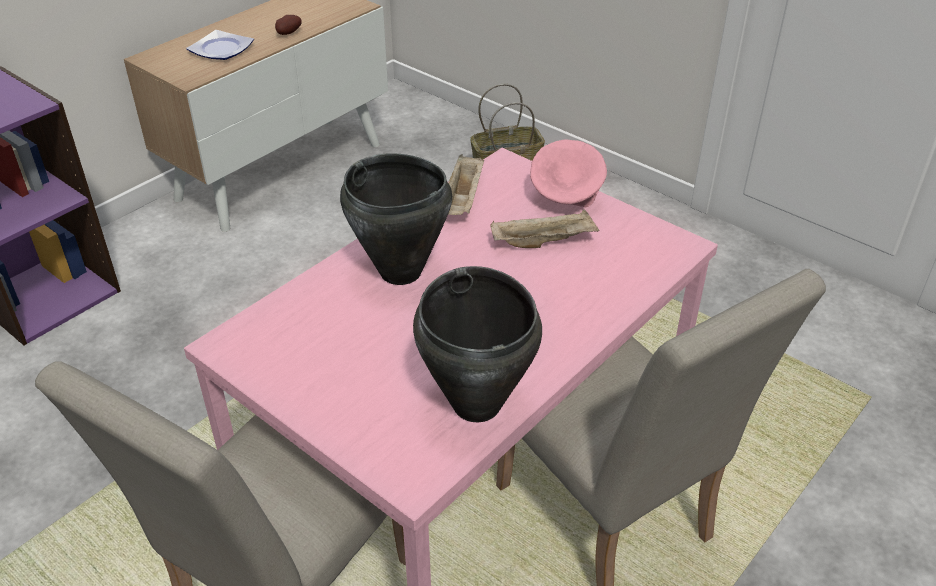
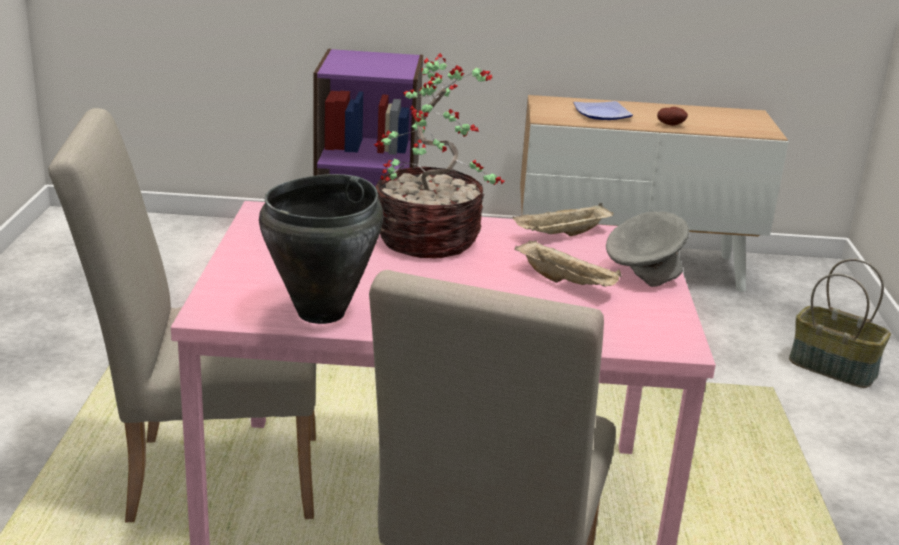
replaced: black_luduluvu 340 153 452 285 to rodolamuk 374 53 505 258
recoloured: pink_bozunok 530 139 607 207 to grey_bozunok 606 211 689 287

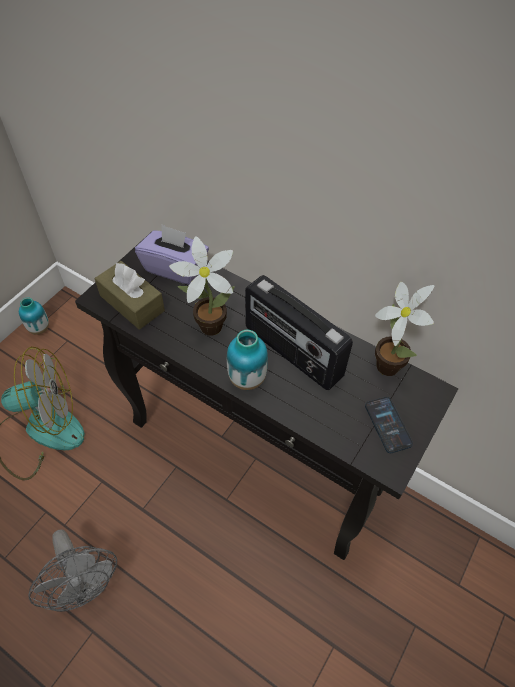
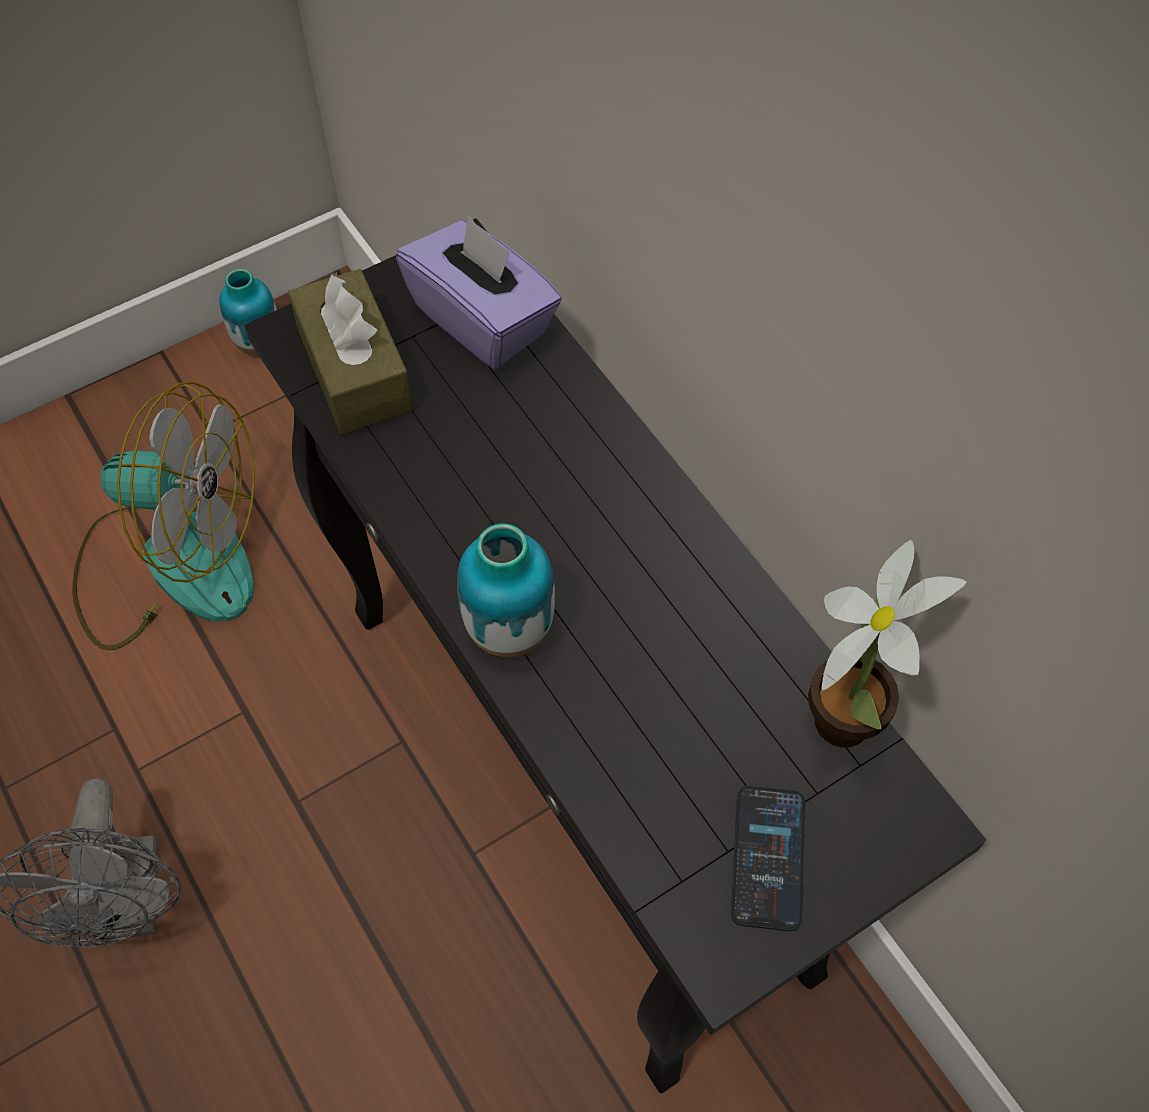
removed: rodolamuk 169 236 235 336; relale 245 275 353 390

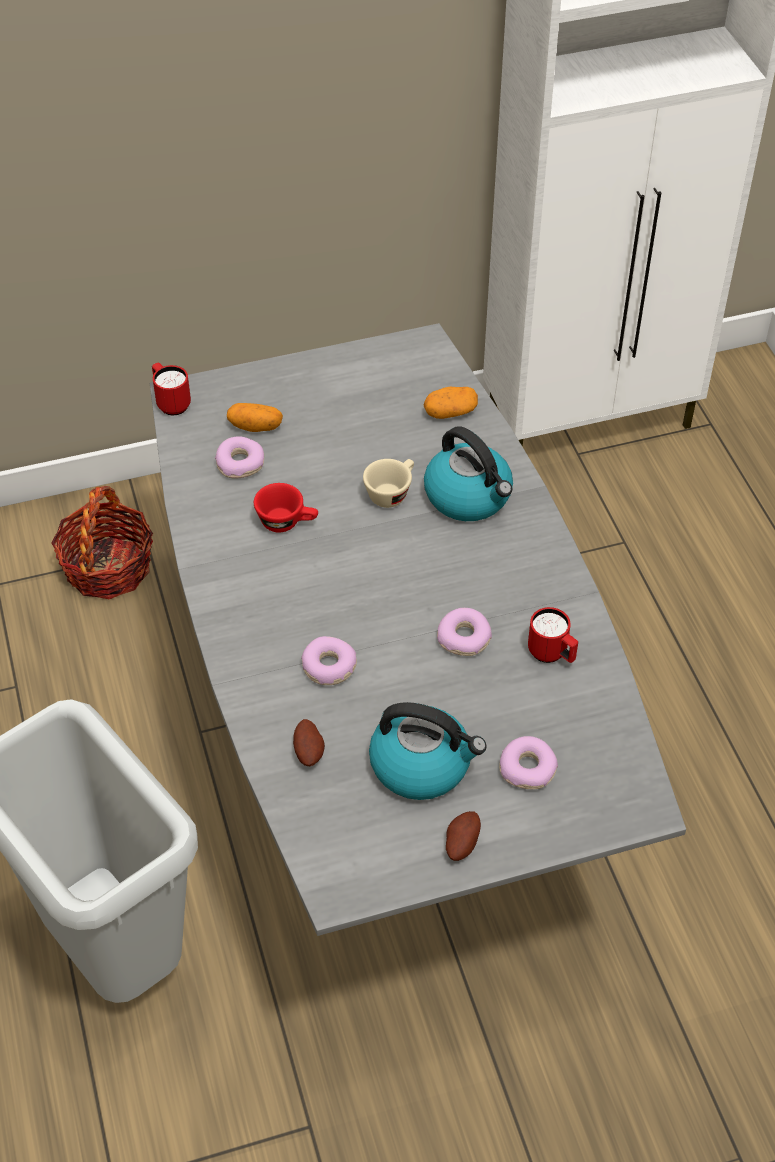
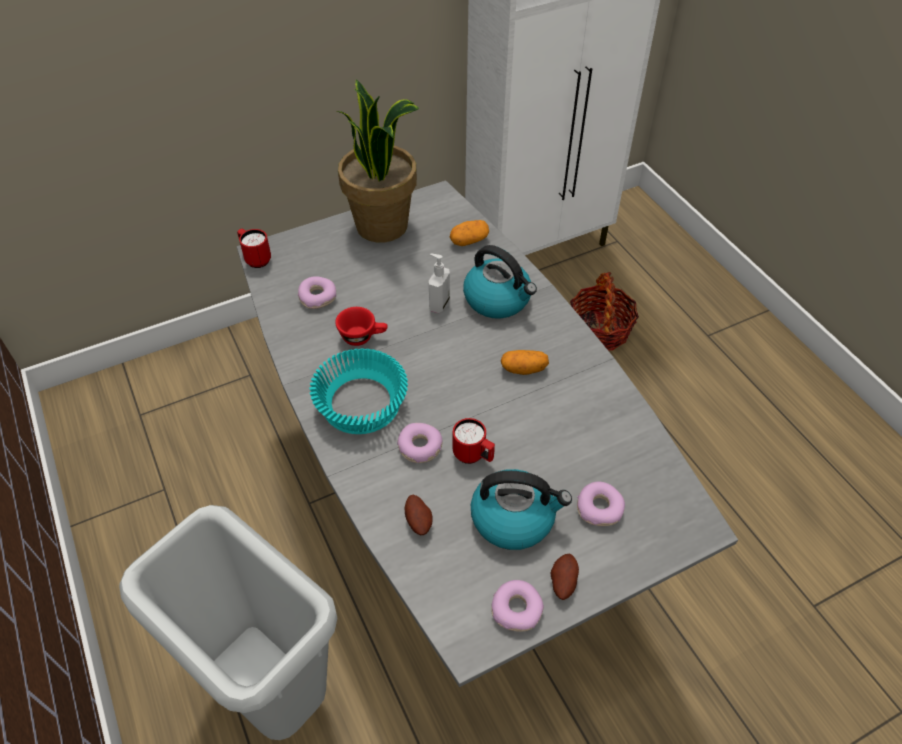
added: turquoise_bozunok 310 349 408 434; rodolamuk 336 79 419 242
moved: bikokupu 51 486 153 599 to 570 272 639 351; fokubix 227 403 283 432 to 501 350 549 375; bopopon 437 608 492 656 to 491 580 544 632; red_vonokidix 528 607 578 663 to 453 418 495 464
replaced: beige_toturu 363 459 414 508 to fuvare 429 253 450 313

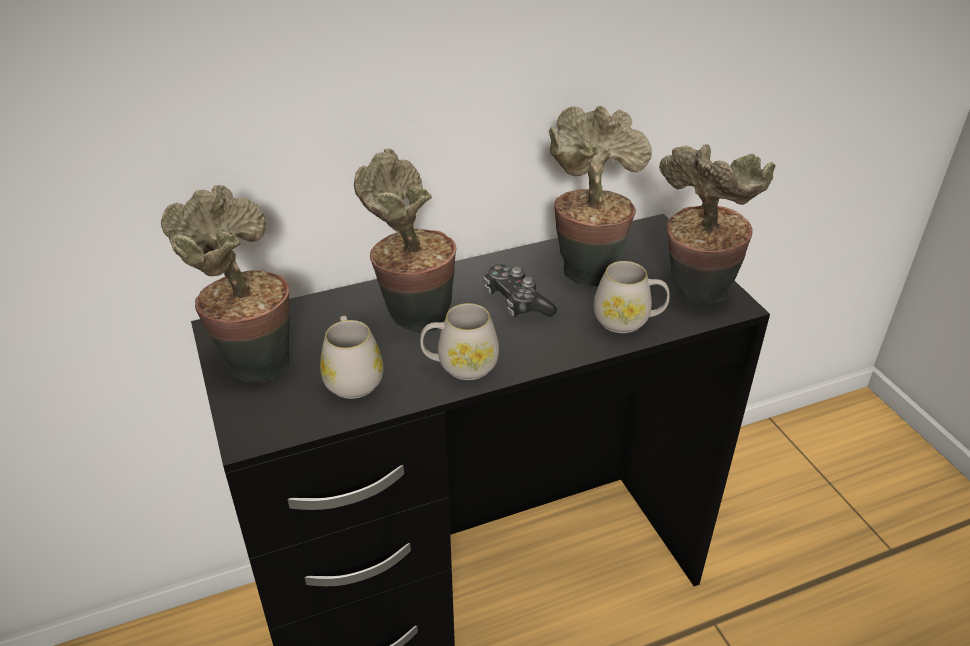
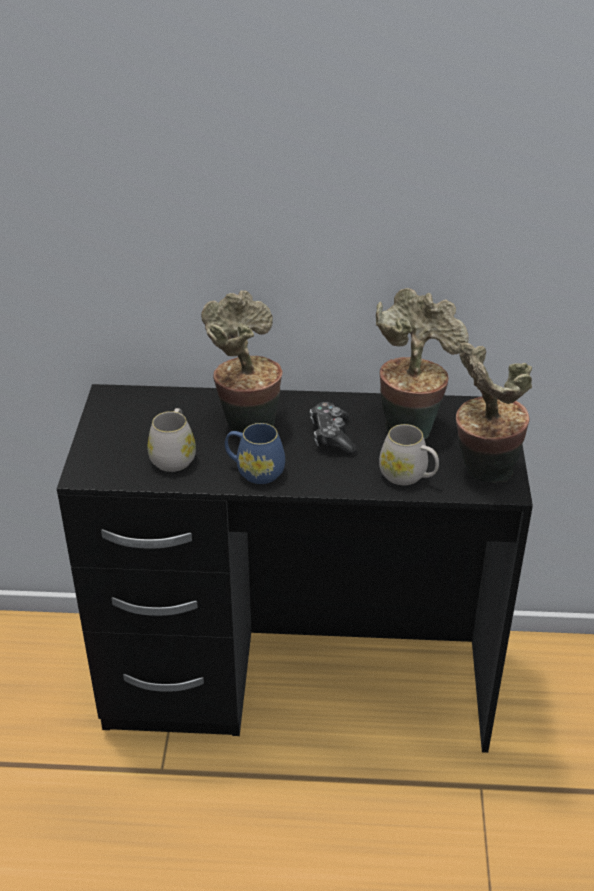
removed: rodolamuk 161 185 290 382
recoloured: white_vonokidix 420 303 499 380 to blue_vonokidix 225 423 285 484

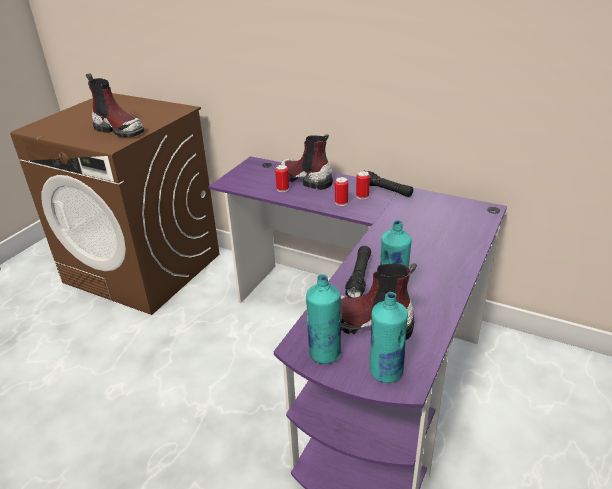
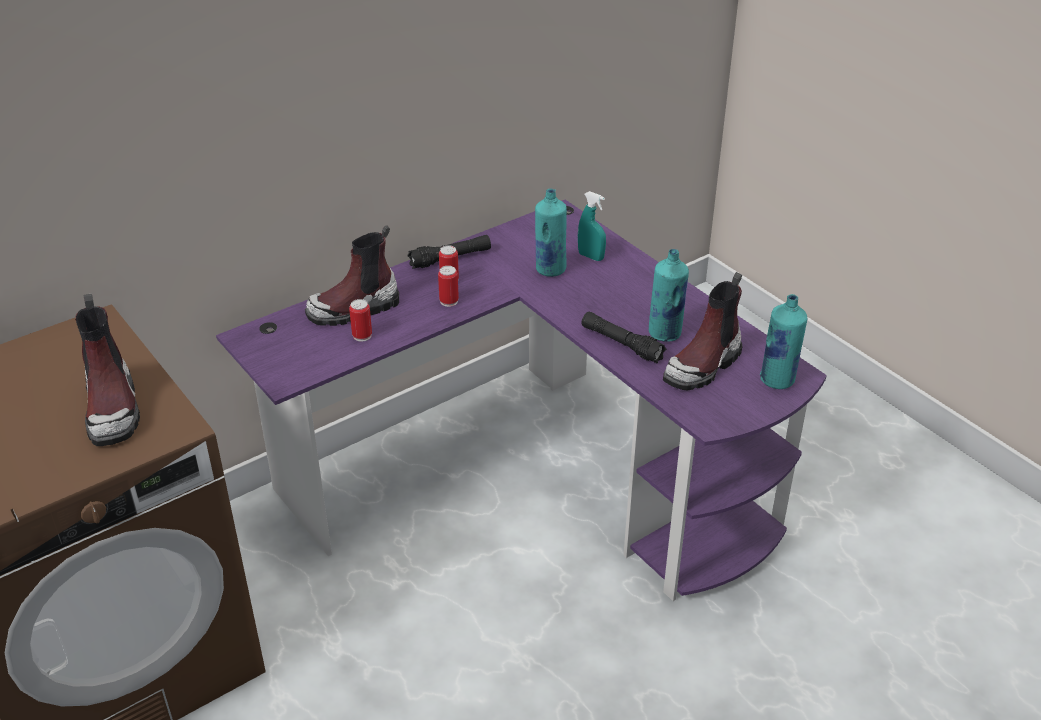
added: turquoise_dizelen 578 191 606 261
moved: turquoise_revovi 306 274 342 364 to 535 188 567 277
turned: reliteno 86 73 144 137 = 75 293 140 446 105 degrees clockwise

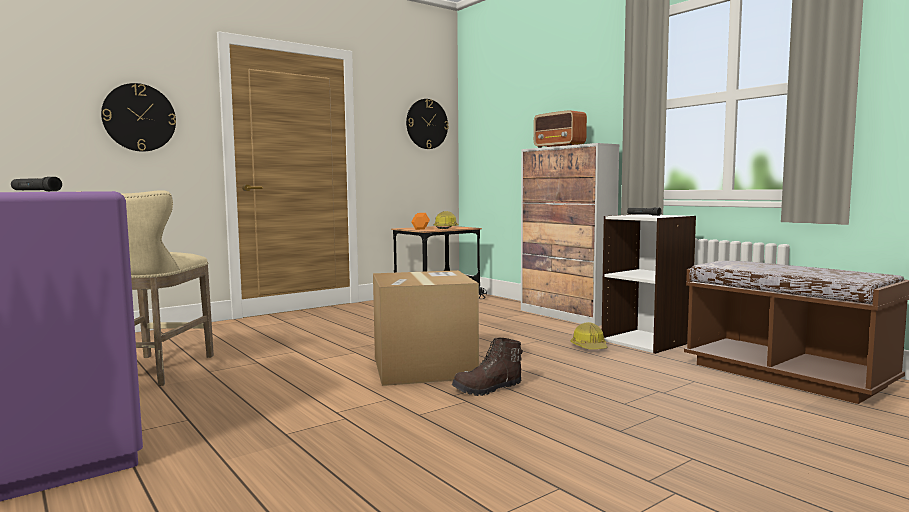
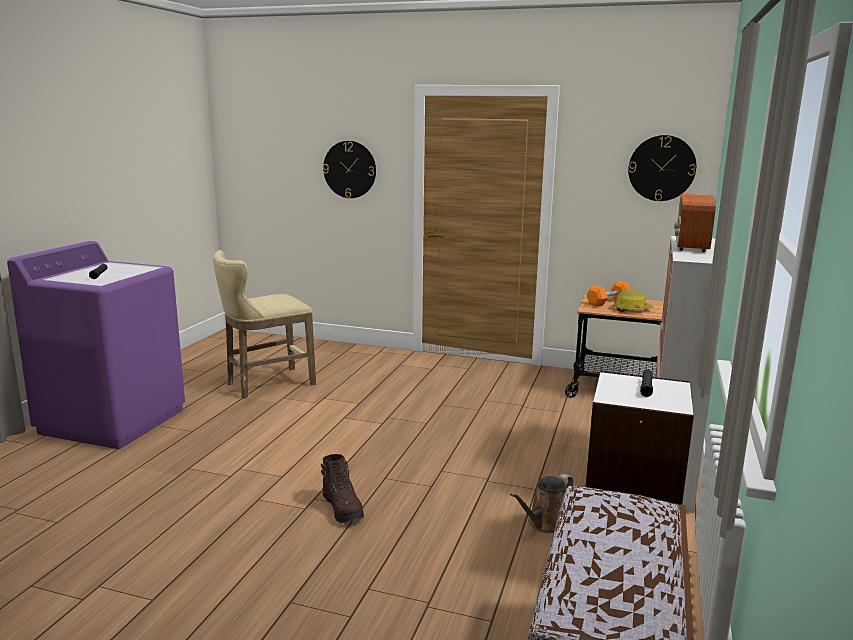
removed: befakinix 373 270 479 386
replaced: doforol 571 322 608 349 to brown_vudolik 510 474 573 533
turned: brown_reliteno 452 338 523 396 = 321 454 364 523 150 degrees counterclockwise

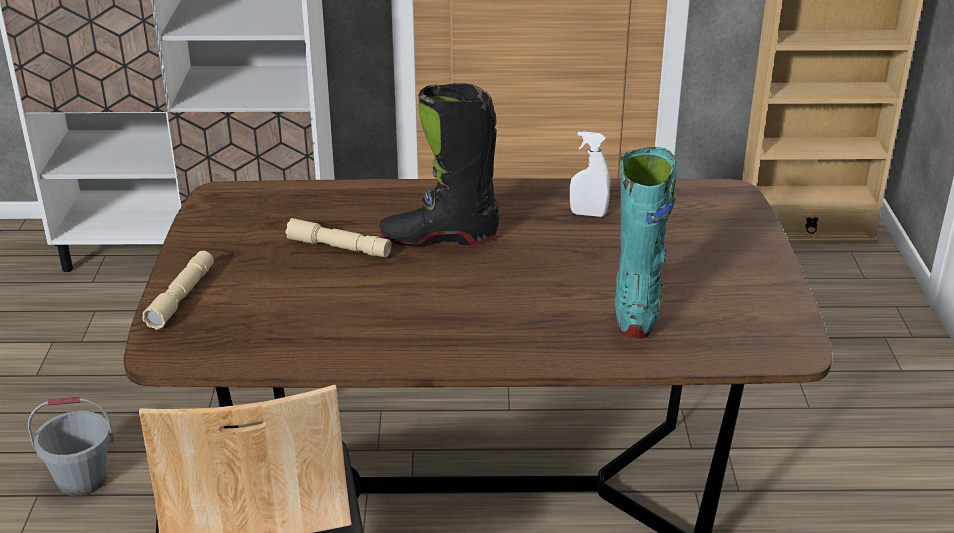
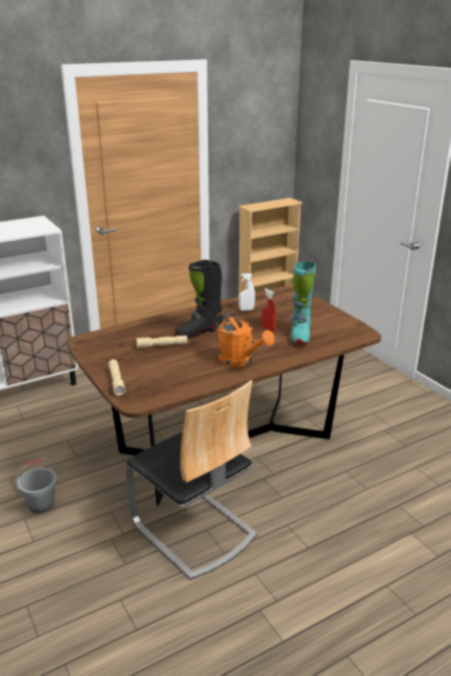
added: orange_vudolik 216 312 275 367; red_dizelen 262 288 276 331
turned: turquoise_reliteno 615 147 677 338 = 290 262 316 344 150 degrees counterclockwise

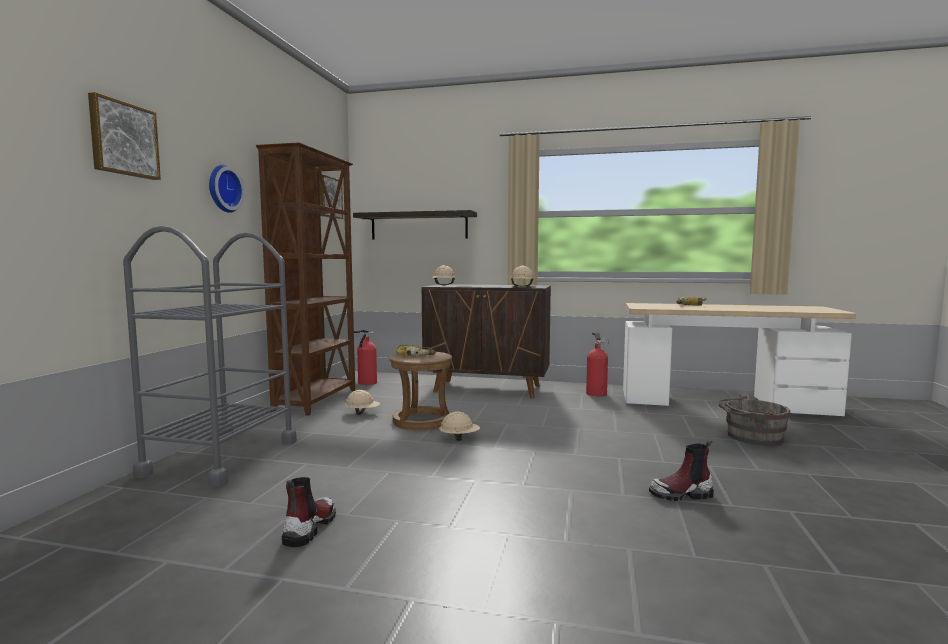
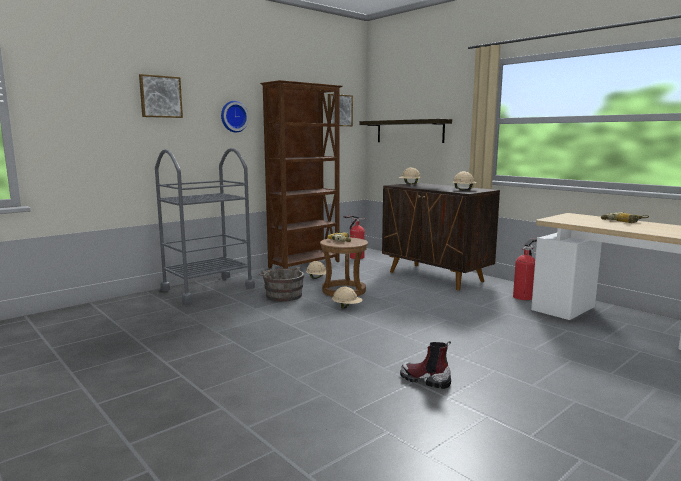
removed: reliteno 282 477 336 547
moved: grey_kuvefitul 719 395 790 446 to 259 267 304 302

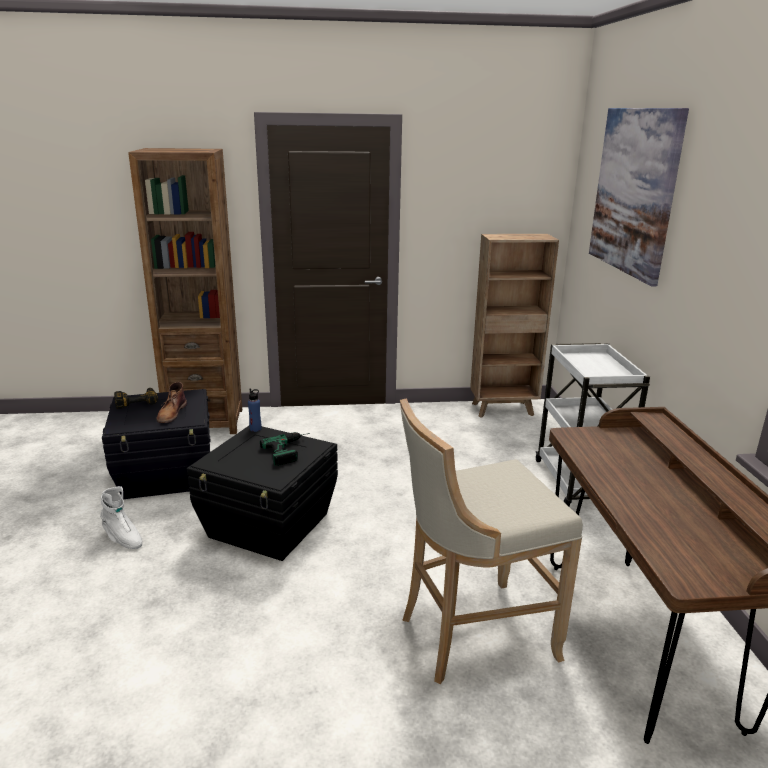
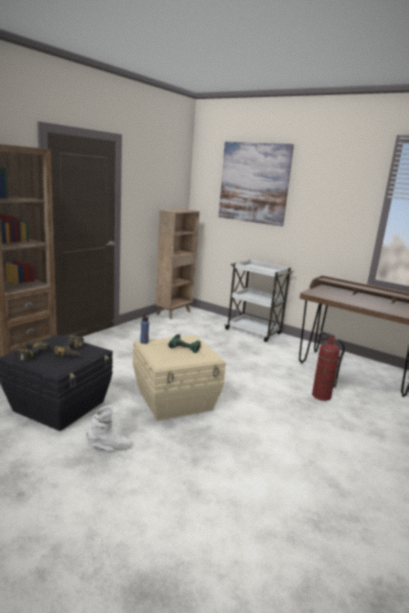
replaced: brown_reliteno 156 382 187 423 to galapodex 53 335 84 357; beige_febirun 400 398 583 684 to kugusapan 312 331 345 401
recoloured: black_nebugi 187 426 338 561 to beige_nebugi 133 335 226 421

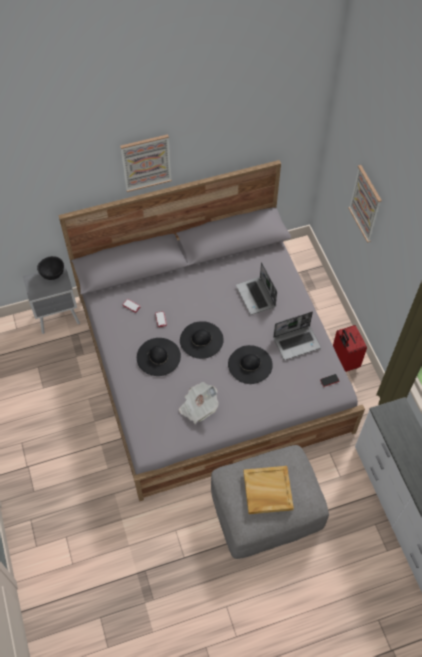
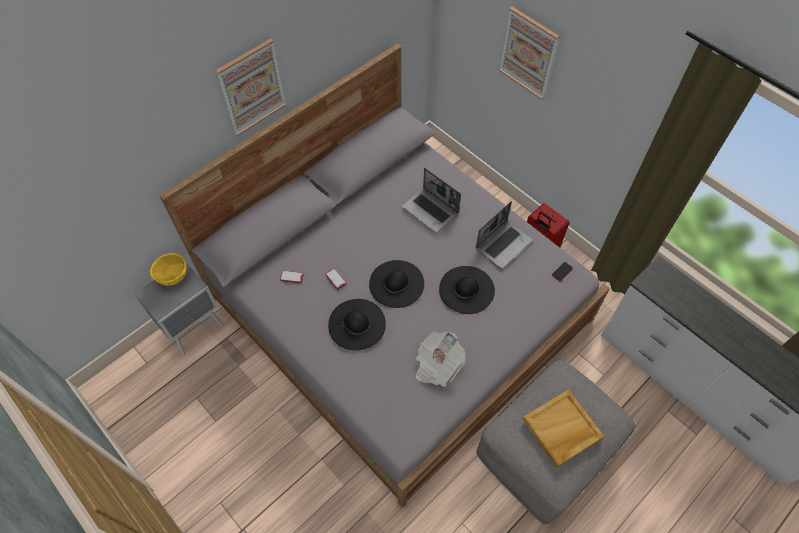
recoloured: black_bozunok 37 256 64 280 to yellow_bozunok 150 253 187 286

